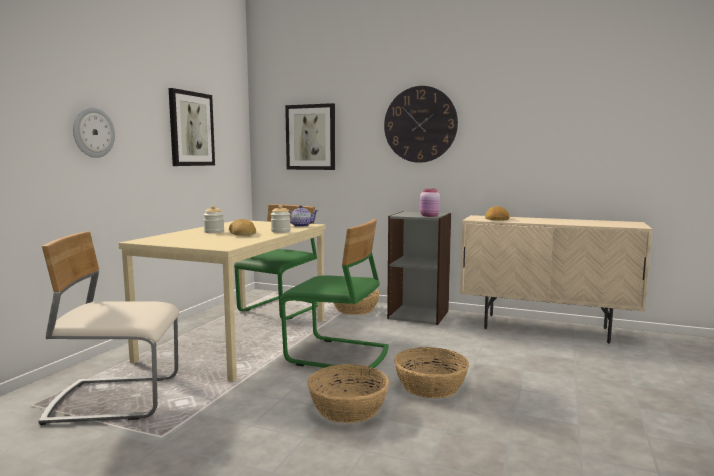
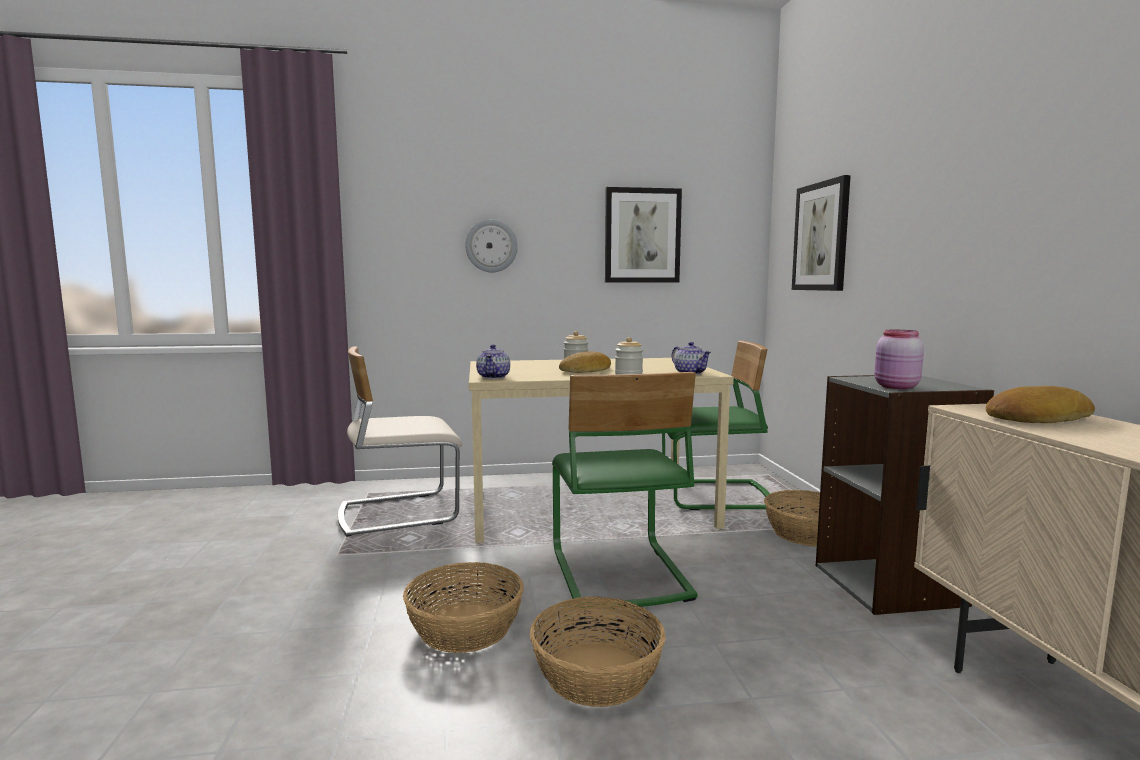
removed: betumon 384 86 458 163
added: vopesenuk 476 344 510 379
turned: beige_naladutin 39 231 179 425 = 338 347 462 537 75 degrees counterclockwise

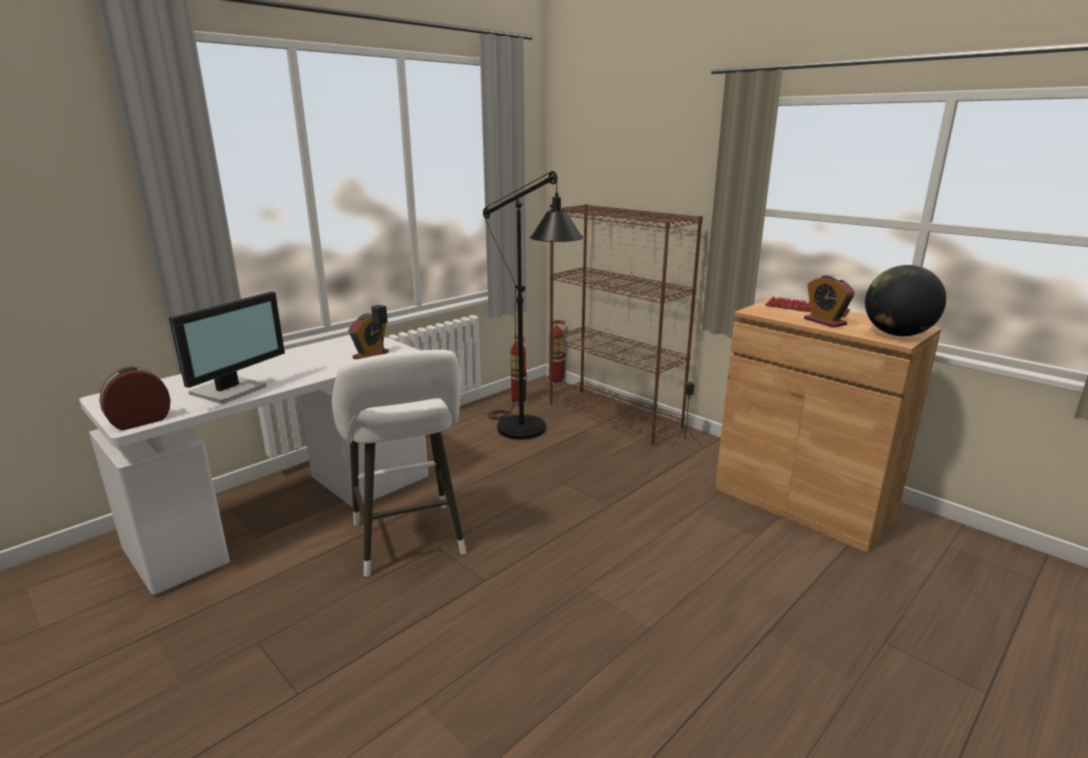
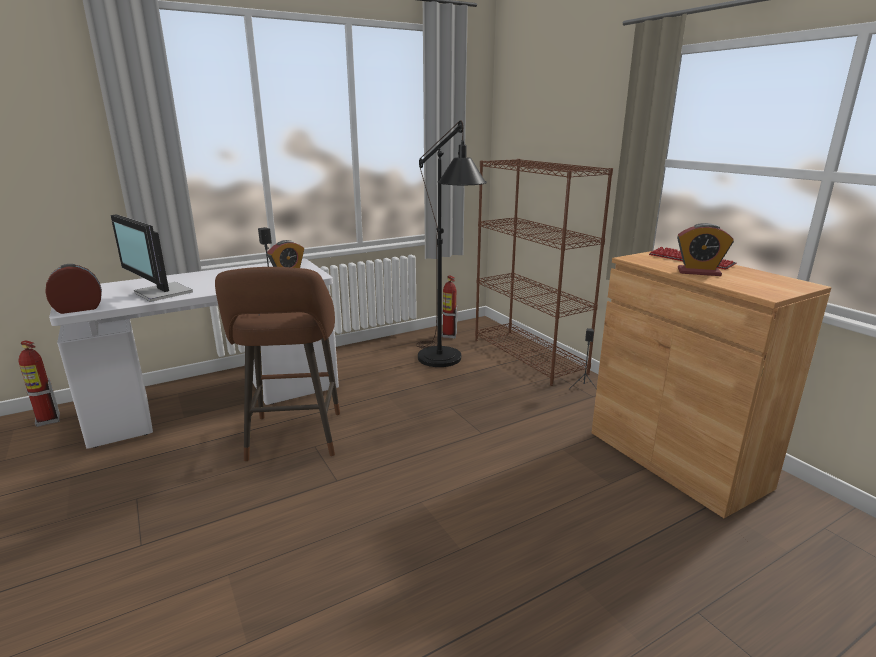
removed: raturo 865 265 946 336
moved: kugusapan 546 320 566 386 to 19 341 60 427
recoloured: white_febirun 332 350 466 577 to brown_febirun 215 267 340 461
turned: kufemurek 169 292 285 404 = 110 214 193 302 90 degrees clockwise; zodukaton 804 275 855 328 = 677 223 734 276 60 degrees counterclockwise

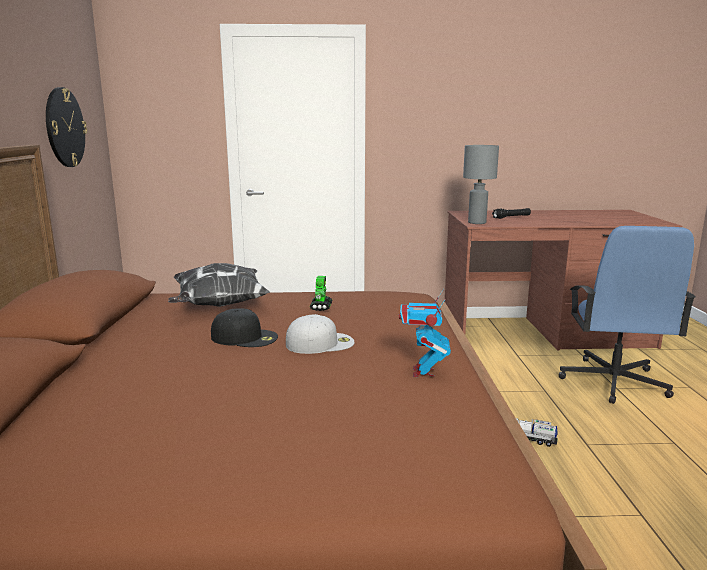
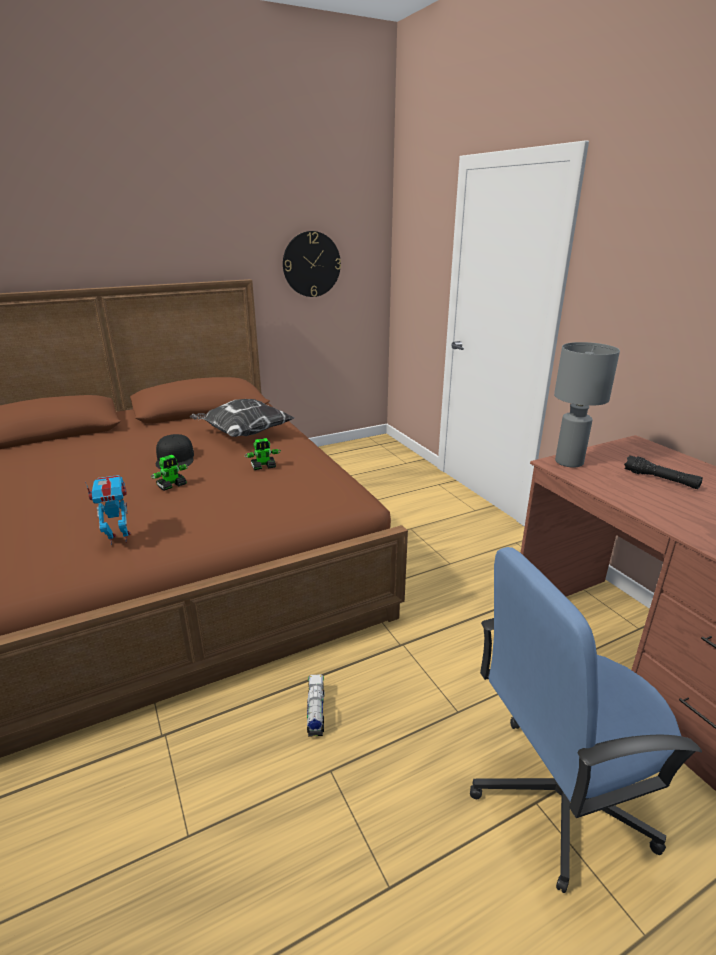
replaced: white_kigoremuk 286 314 355 354 to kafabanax 151 455 189 491

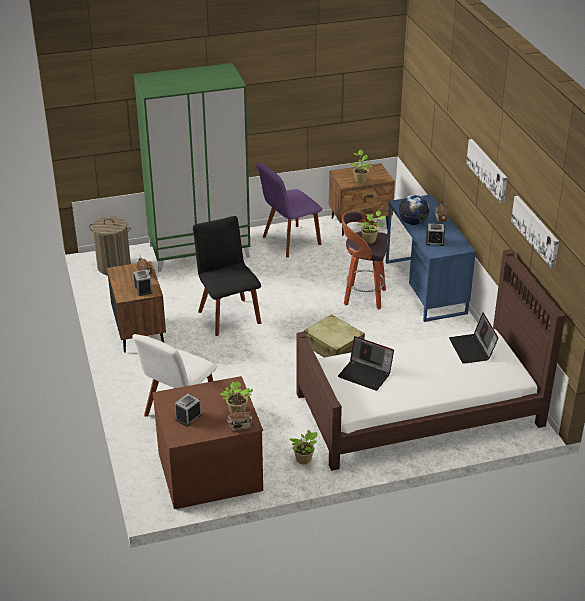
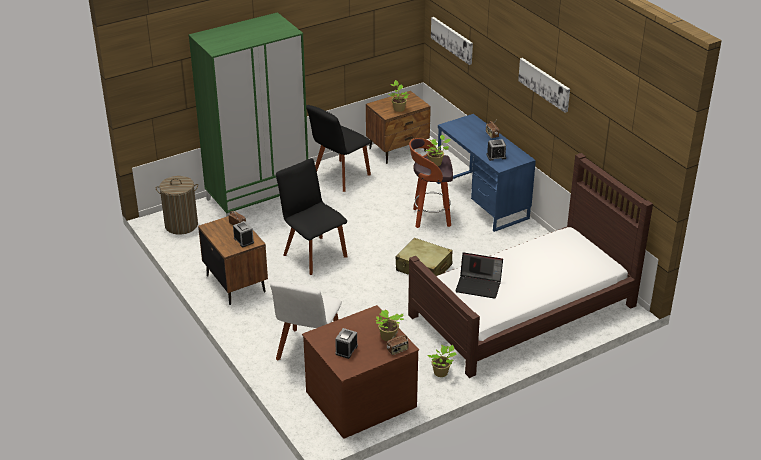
removed: raturo 399 195 429 225; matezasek 449 313 499 364
moved: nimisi 511 196 559 268 to 431 17 473 65
recoloured: purple_naladutin 256 163 322 258 to black_naladutin 306 105 371 192

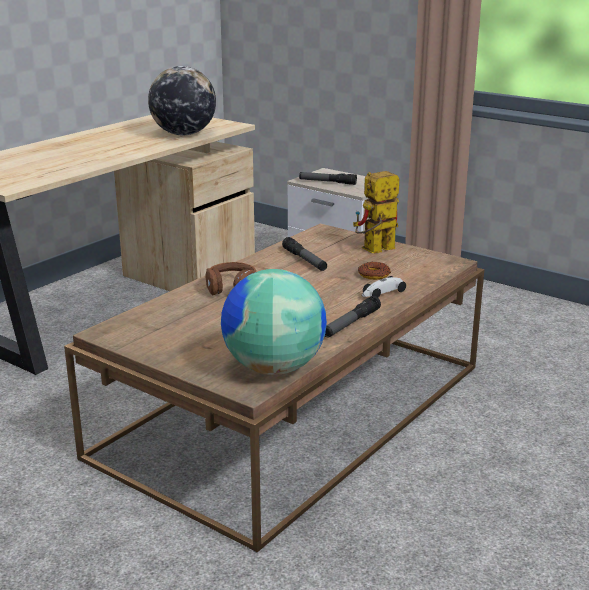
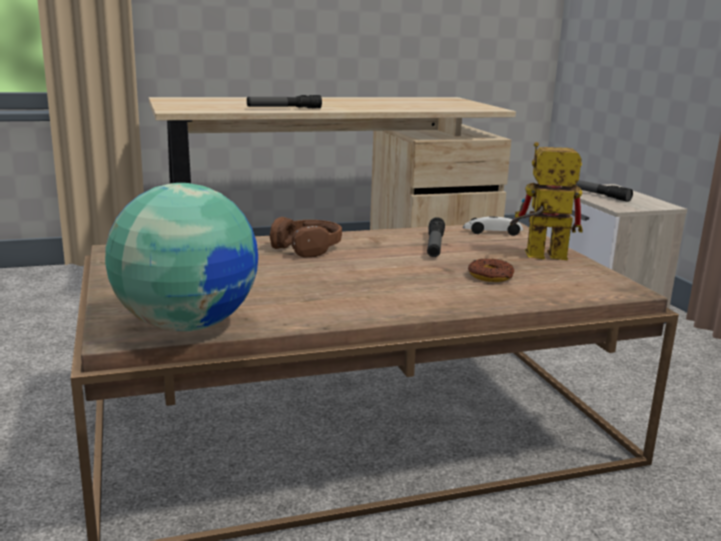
removed: raturo 148 66 216 135
moved: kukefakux 325 296 381 337 to 247 95 322 108; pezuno 362 276 406 298 to 463 217 523 236

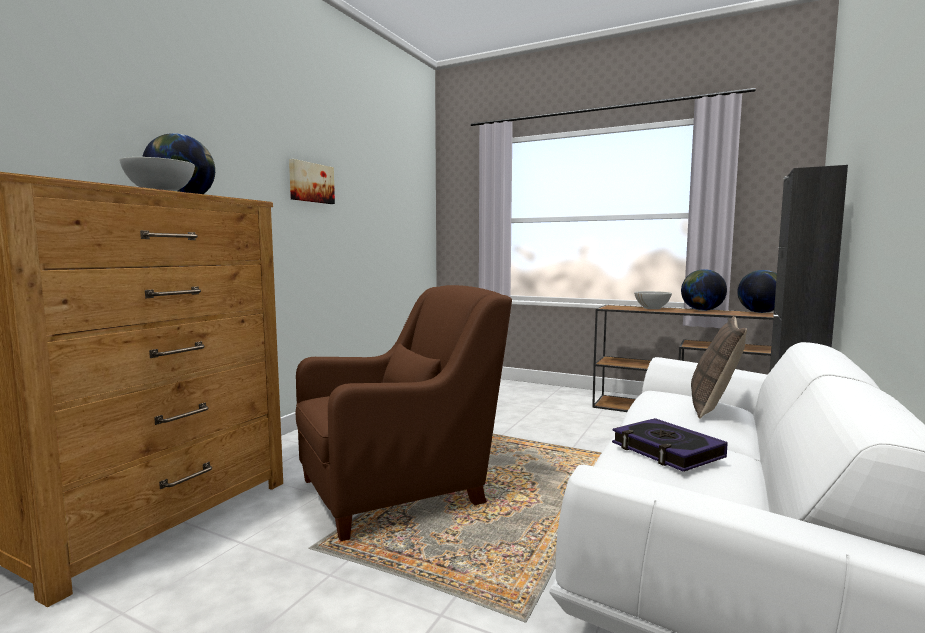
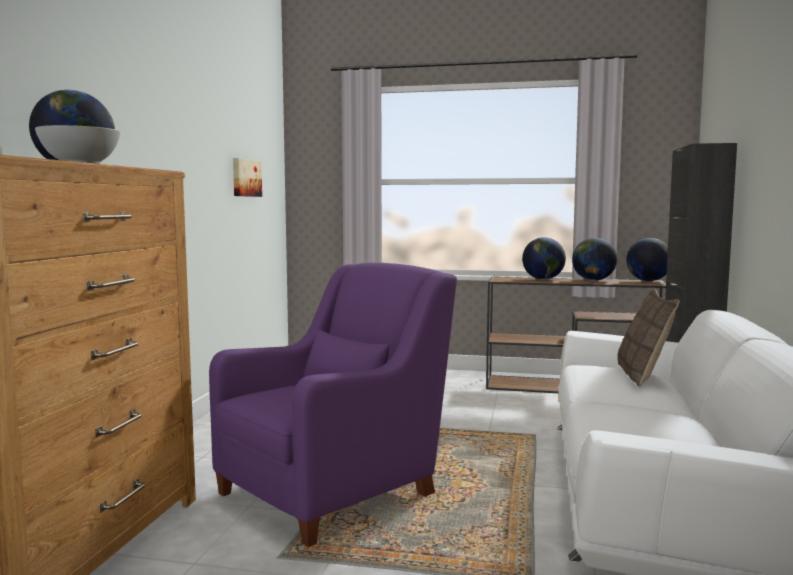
removed: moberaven 612 418 728 472
moved: nimisi 289 159 335 204 to 233 158 262 197
replaced: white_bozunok 634 291 672 309 to raturo 522 237 566 280
recoloured: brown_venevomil 296 285 512 541 to purple_venevomil 209 263 457 547

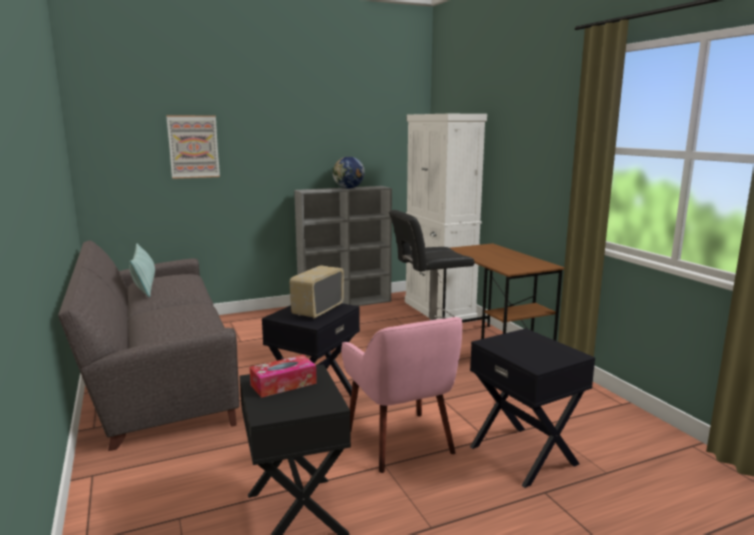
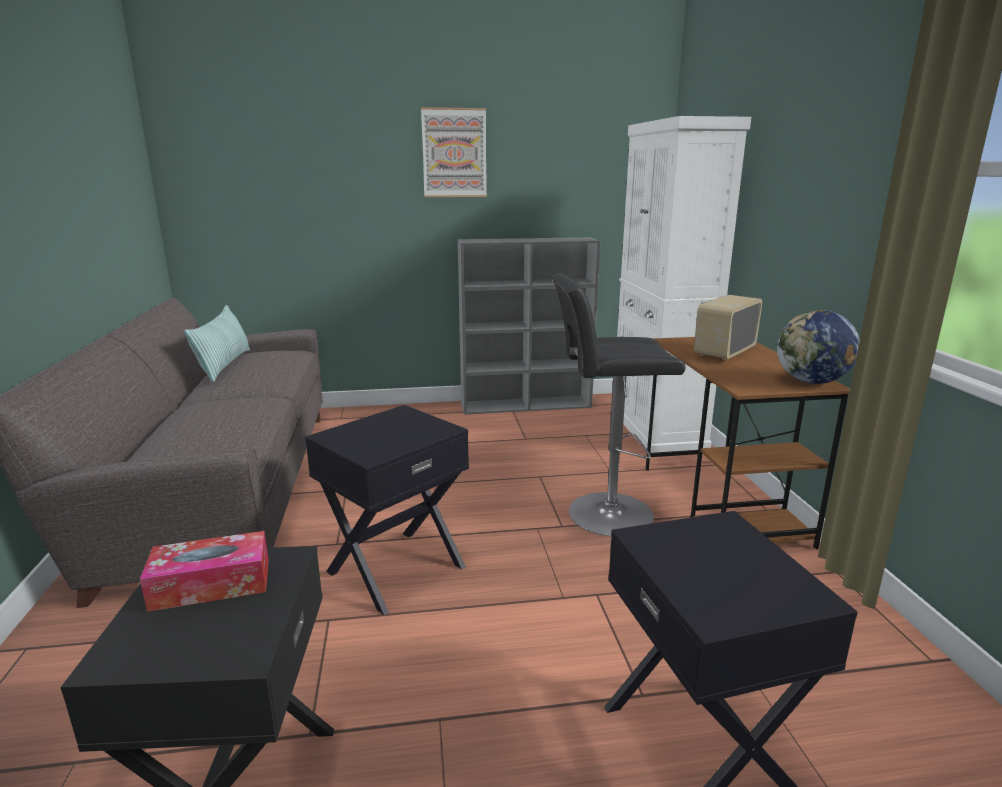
removed: pink_venevomil 341 317 462 473
moved: nimisi 166 115 220 179 to 421 107 487 197; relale 290 265 344 318 to 694 295 762 360; raturo 333 156 365 188 to 777 310 860 384

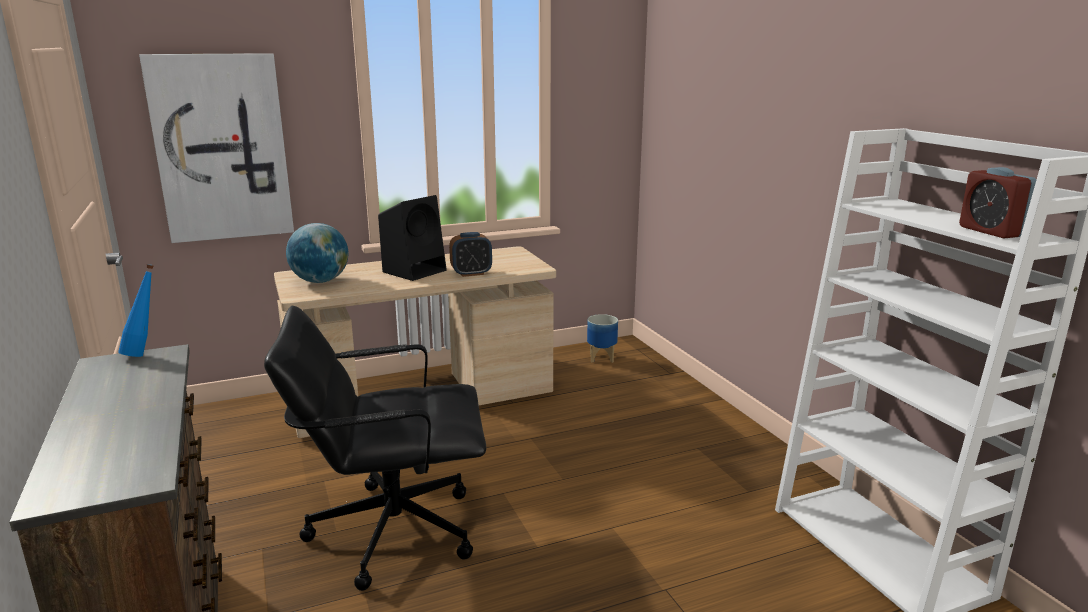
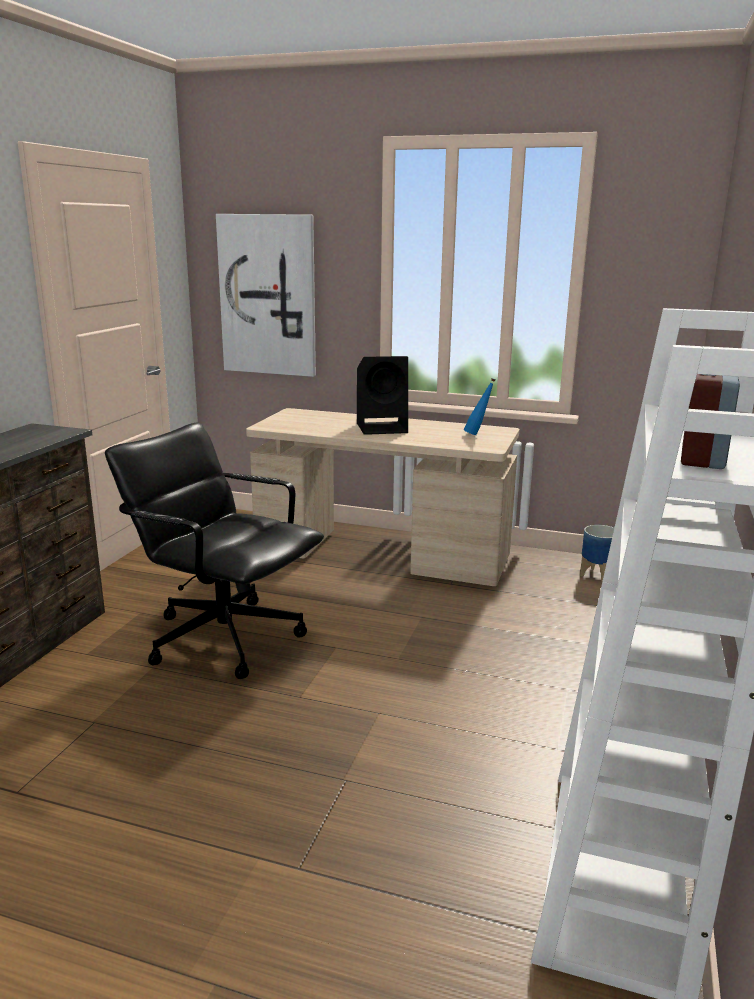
removed: raturo 286 223 349 283; zodukaton 449 232 492 277
moved: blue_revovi 118 264 154 357 to 464 378 495 435

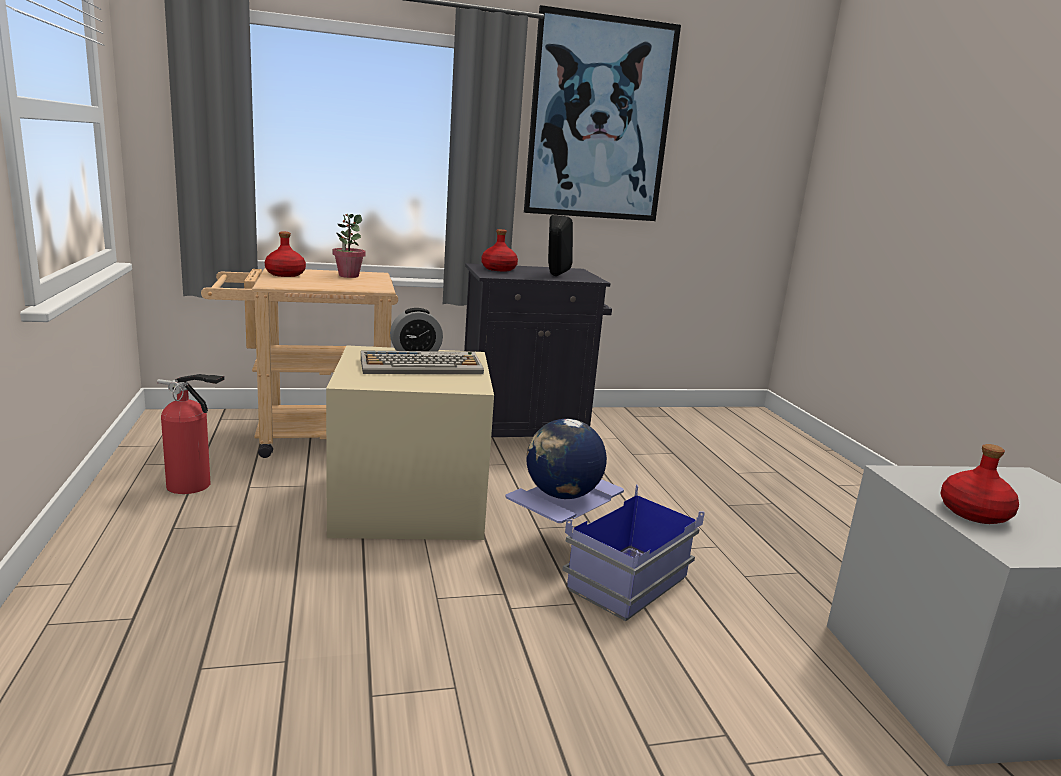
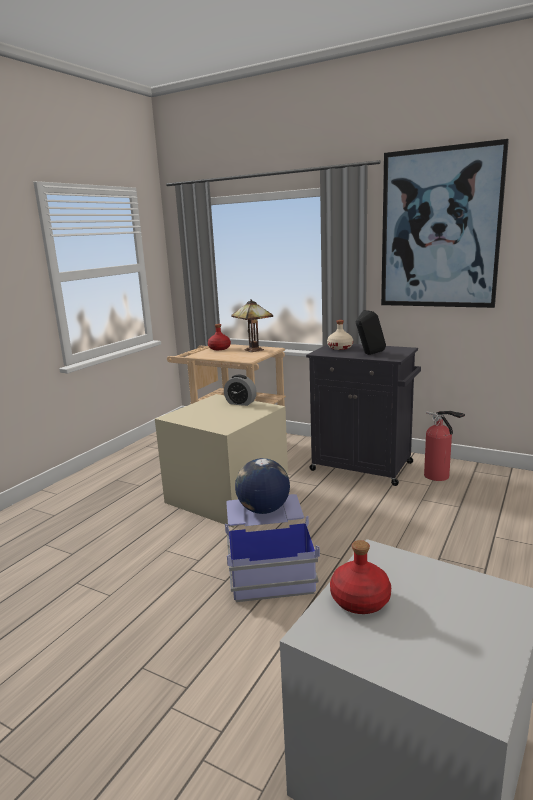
removed: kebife 361 350 484 374
moved: kugusapan 157 374 225 494 to 424 411 465 481
replaced: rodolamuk 332 214 366 278 to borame 231 299 273 352
recoloured: red_revovi 481 229 518 272 to beige_revovi 327 320 353 350

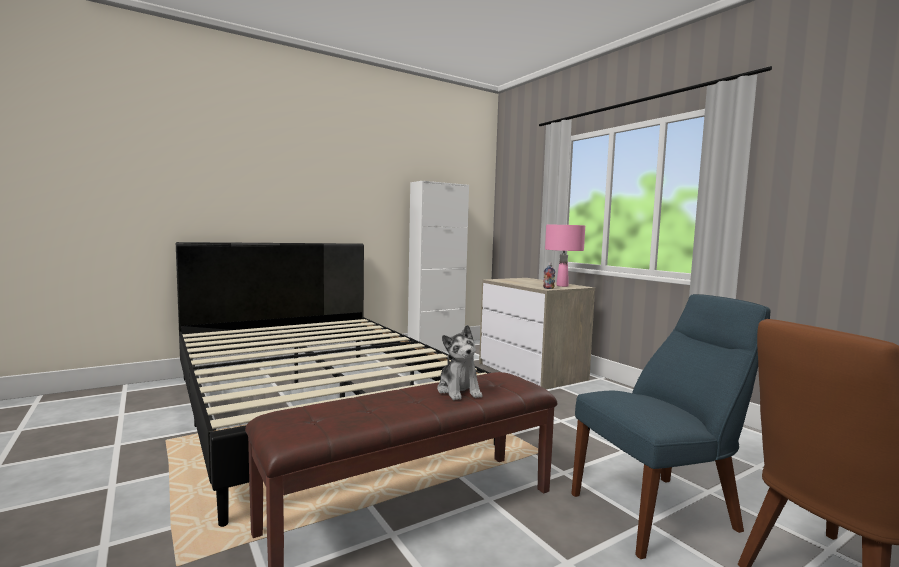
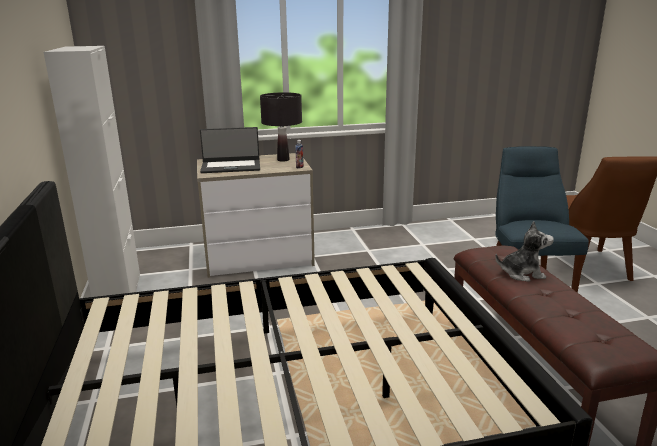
added: matezasek 200 127 260 173
recoloured: pink_borame 545 225 585 287 to black_borame 260 92 302 162

